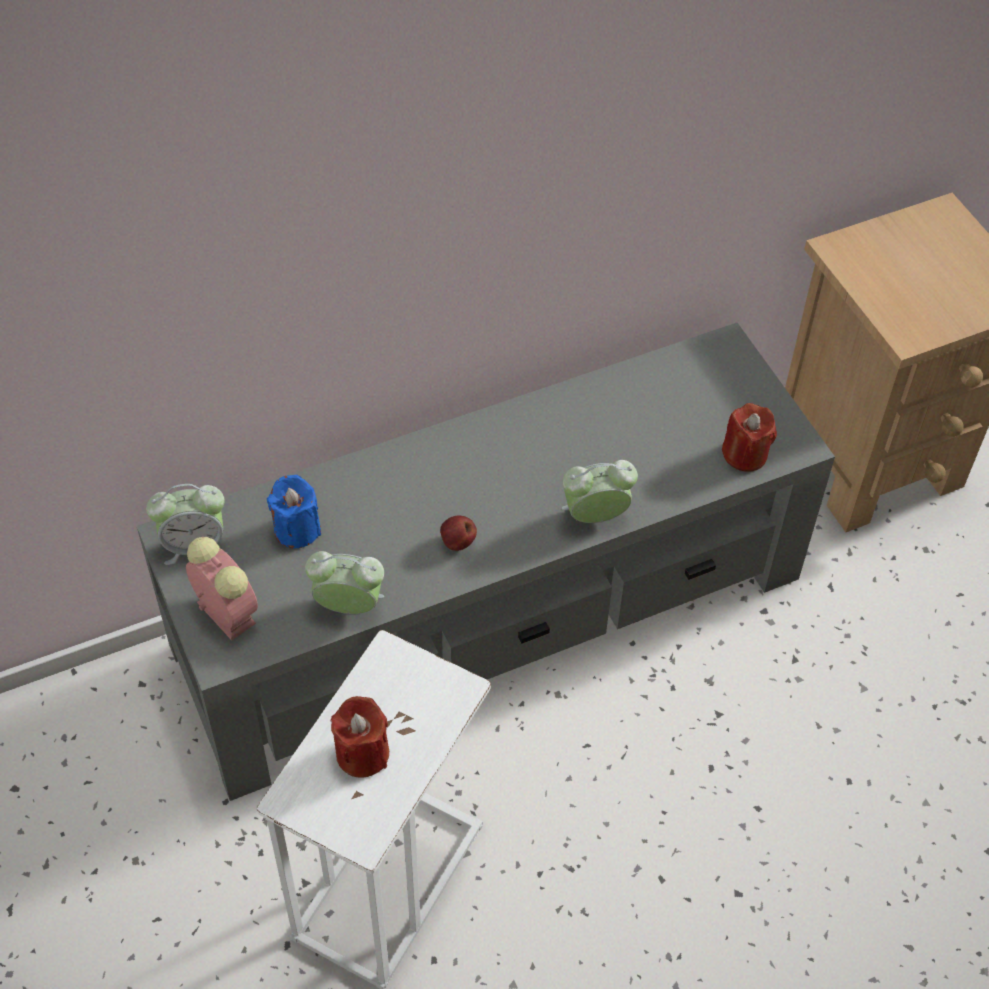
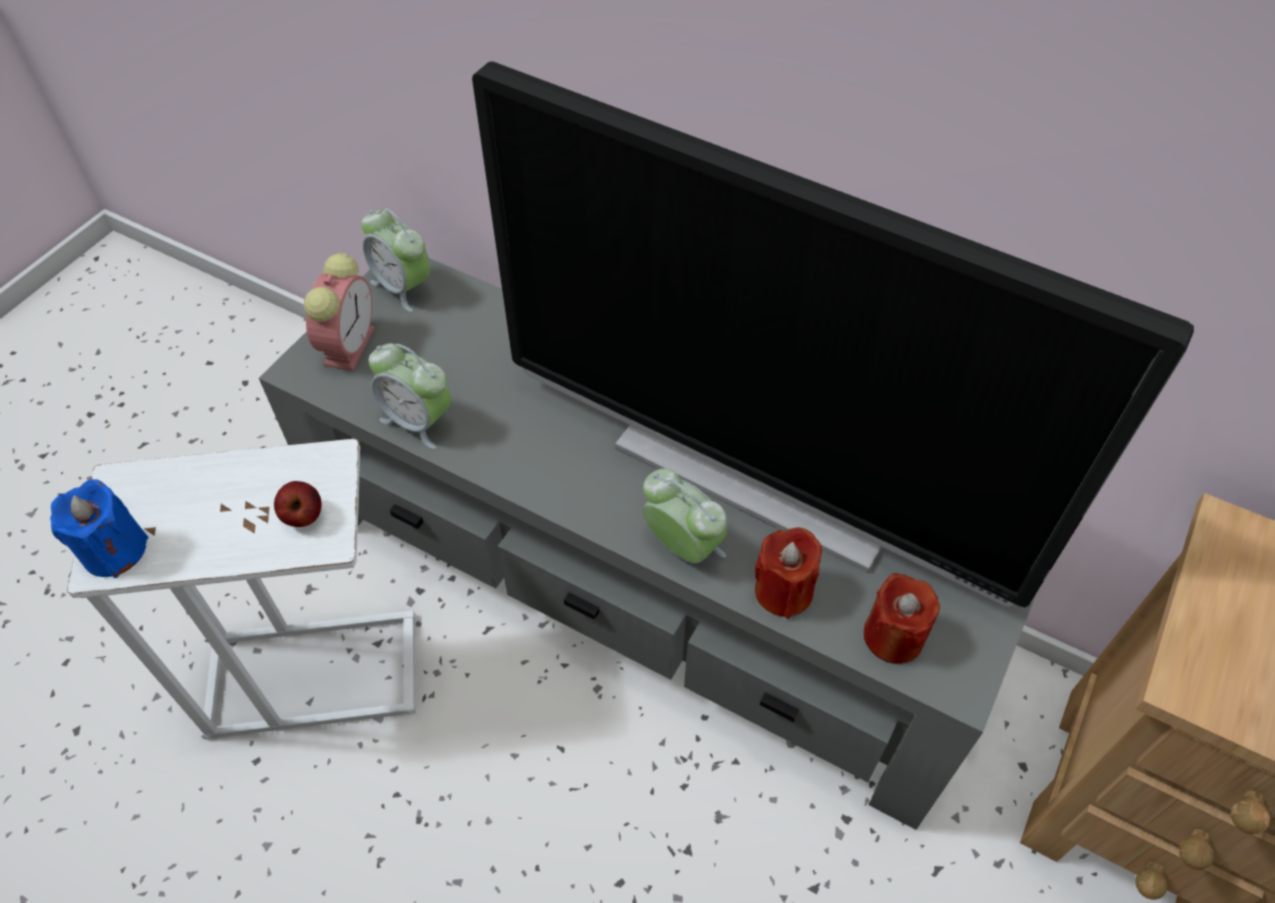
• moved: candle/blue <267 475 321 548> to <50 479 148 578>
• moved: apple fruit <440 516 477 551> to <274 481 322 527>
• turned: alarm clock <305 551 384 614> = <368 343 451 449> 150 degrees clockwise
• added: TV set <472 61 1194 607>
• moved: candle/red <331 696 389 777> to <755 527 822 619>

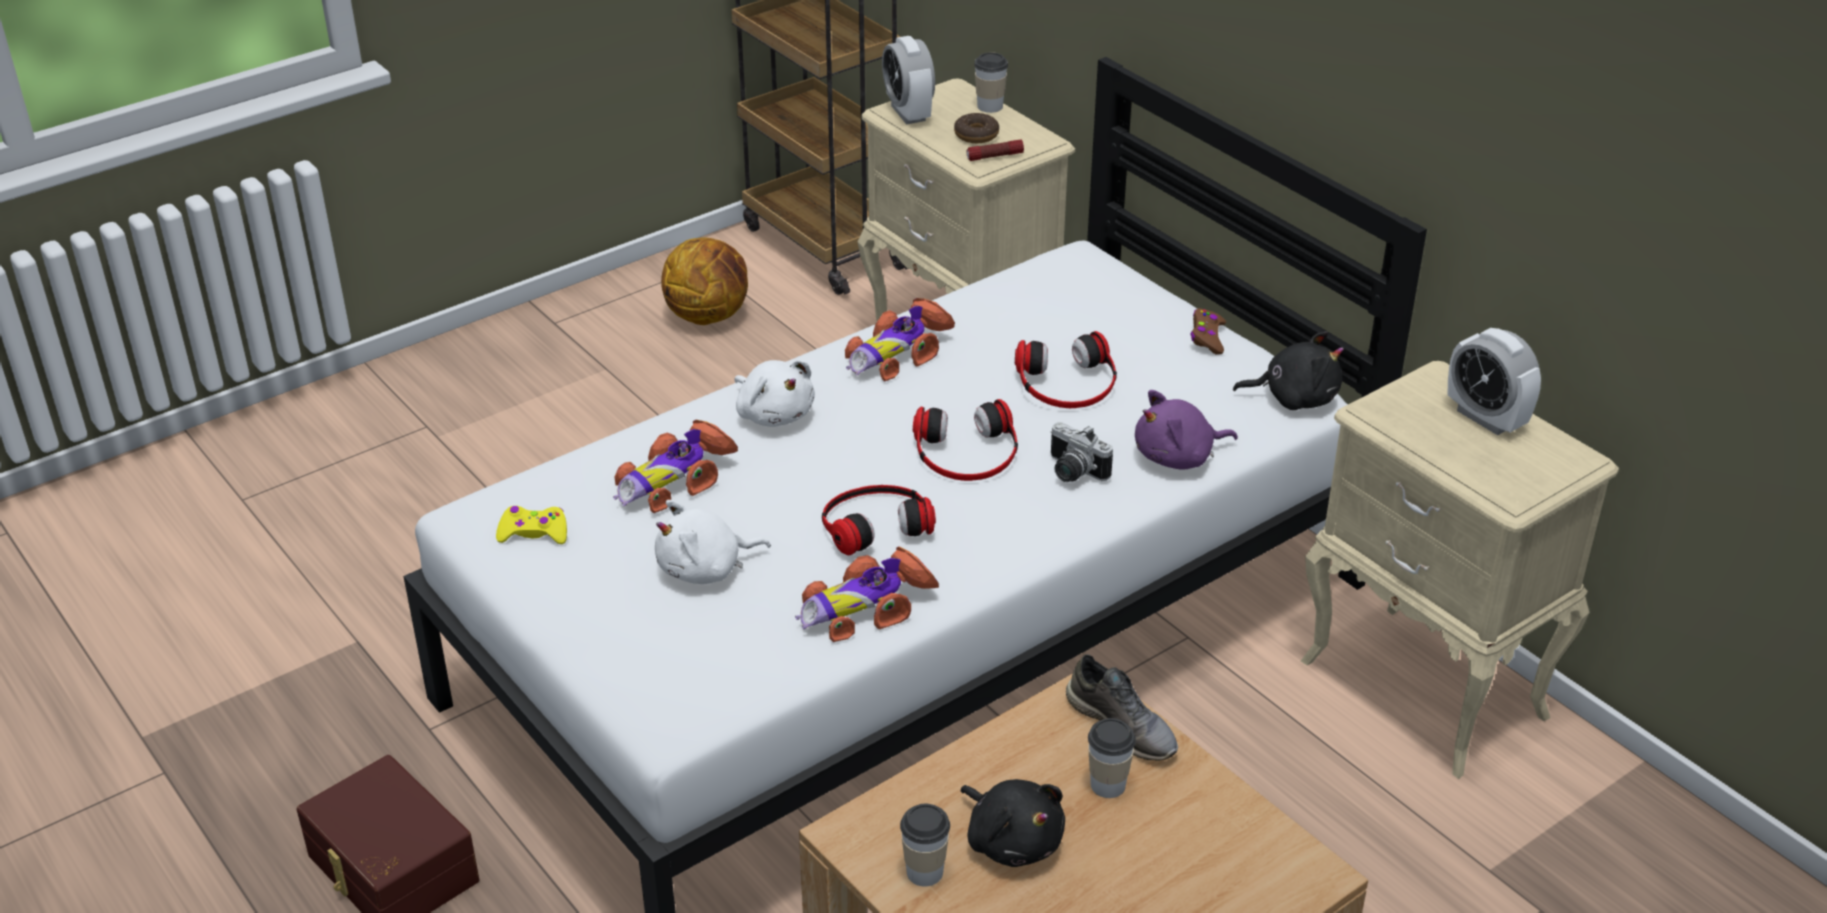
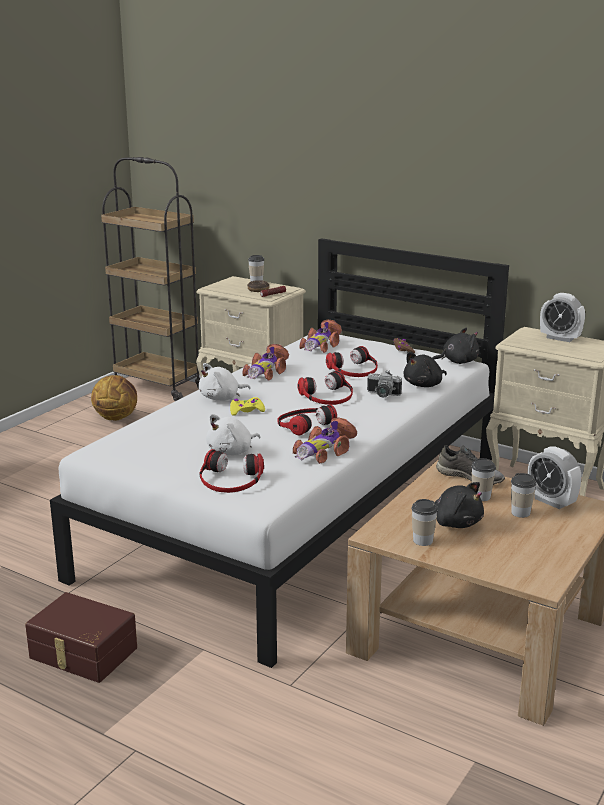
• turned: cuddly toy/white <734 360 815 427> = <199 363 251 401> 120 degrees clockwise
• added: headphones <200 449 264 493>
• moved: game controller/yellow-coloured <496 506 567 544> to <230 397 265 416>
• moved: miniature car <613 420 738 513> to <300 320 342 353>
• recoloured: cuddly toy/purplish <1135 390 1238 469> to cuddly toy/black <404 352 447 387>
• added: drinking cup <511 473 537 518>
• moved: alarm clock <882 36 935 125> to <527 446 581 509>

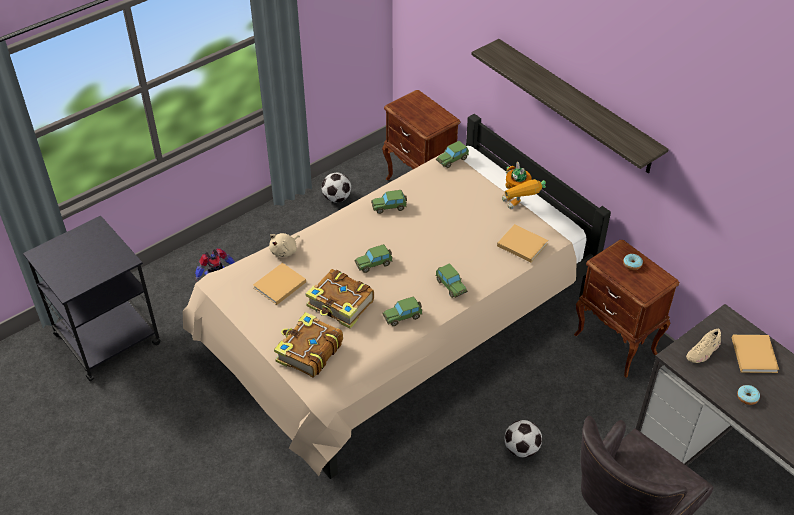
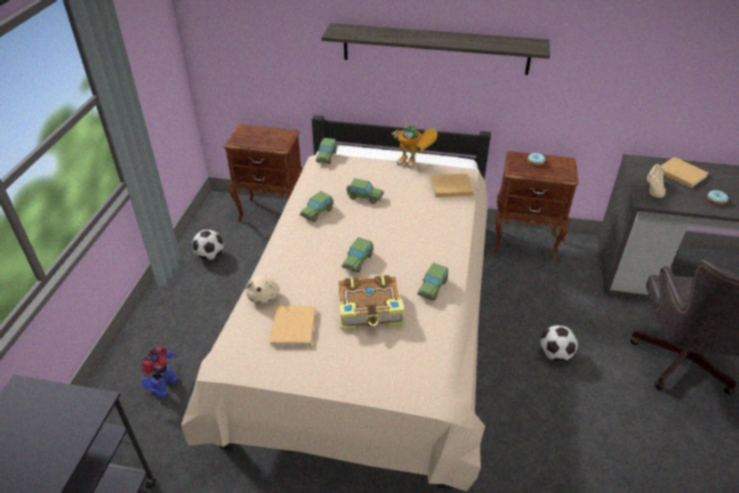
• moved: miniature car <435 263 468 298> to <346 178 384 204>
• removed: bound book <274 312 343 377>

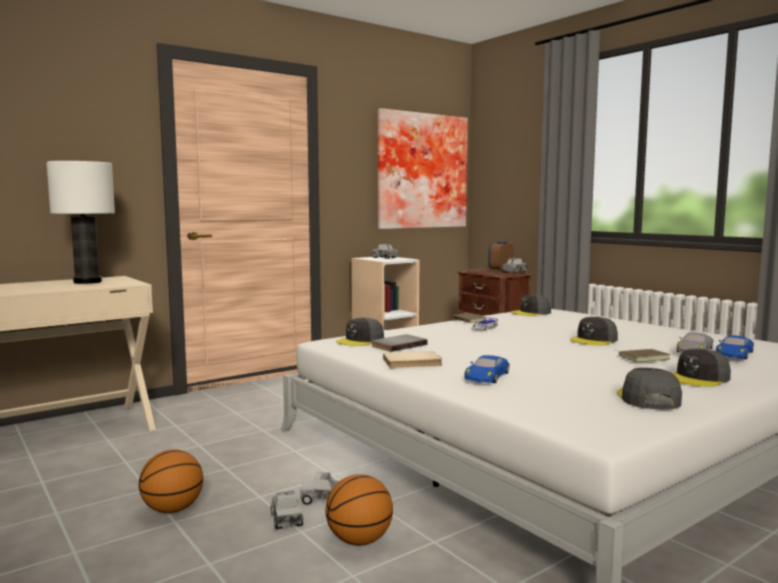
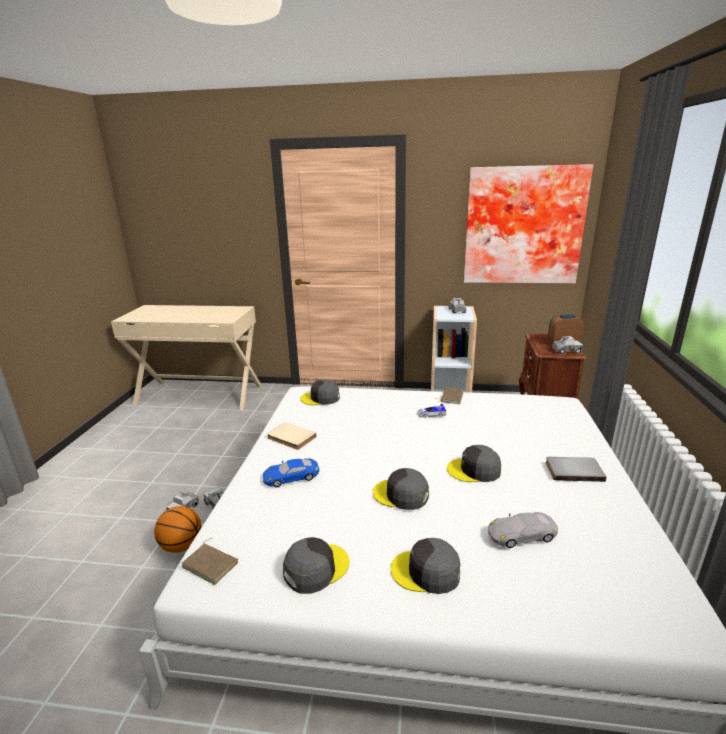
• moved: bound book/brownish <617 349 670 362> to <181 538 238 585>
• moved: baseball cap/grey <511 295 551 316> to <373 468 429 510>
• moved: bound book/grey <371 334 428 352> to <546 457 607 482>
• removed: lamp for a table/white <47 161 115 284>
• removed: basketball <139 449 203 513>
• removed: miniature car/blue <716 335 754 359>

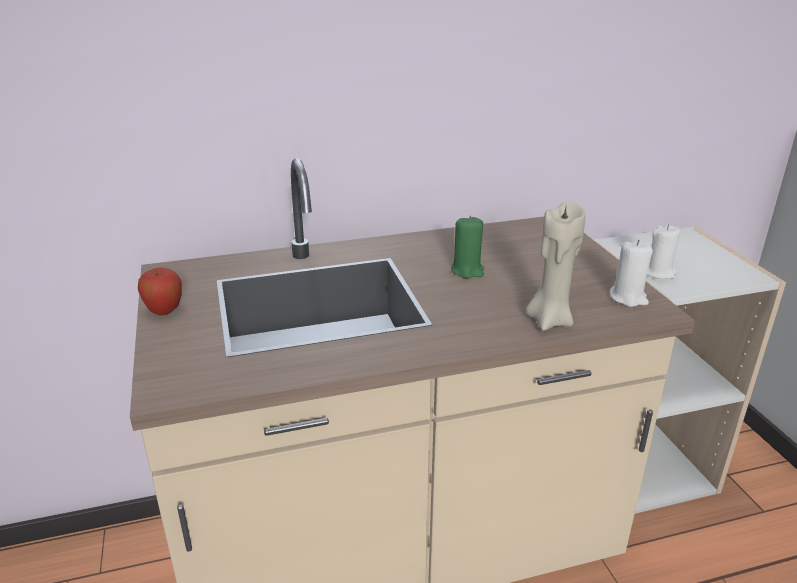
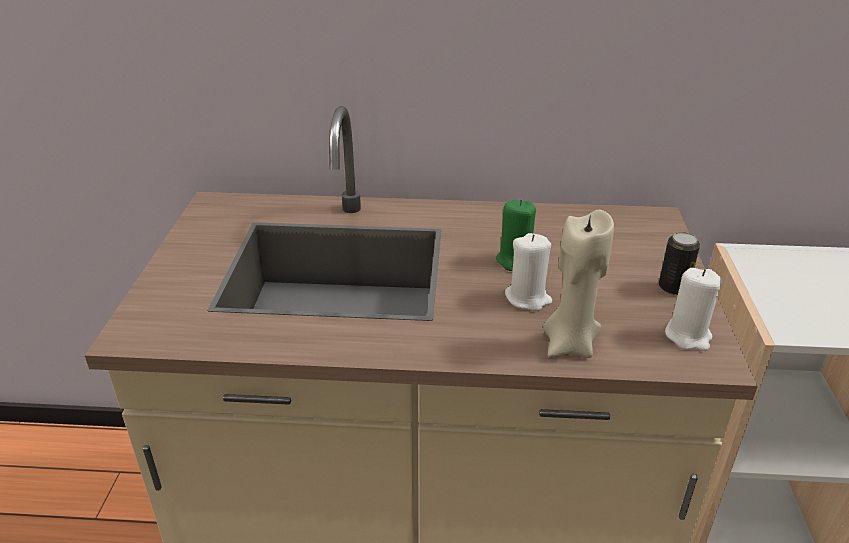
• moved: candle/white <647 225 680 279> to <505 233 552 311>
• added: metal can <659 232 700 295>
• removed: apple fruit <138 268 182 316>

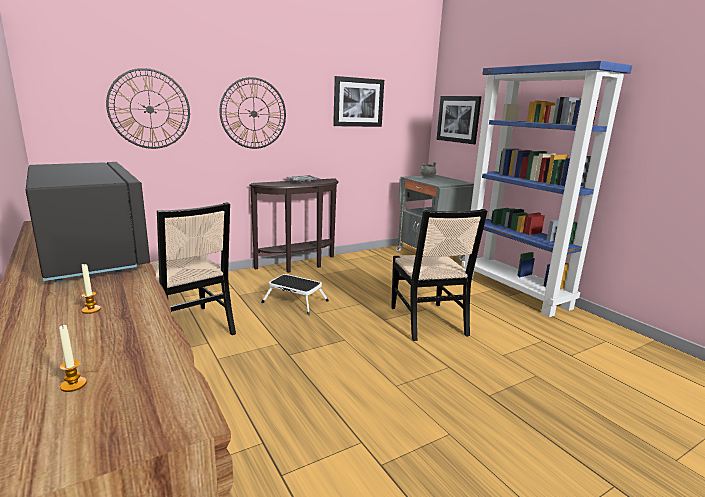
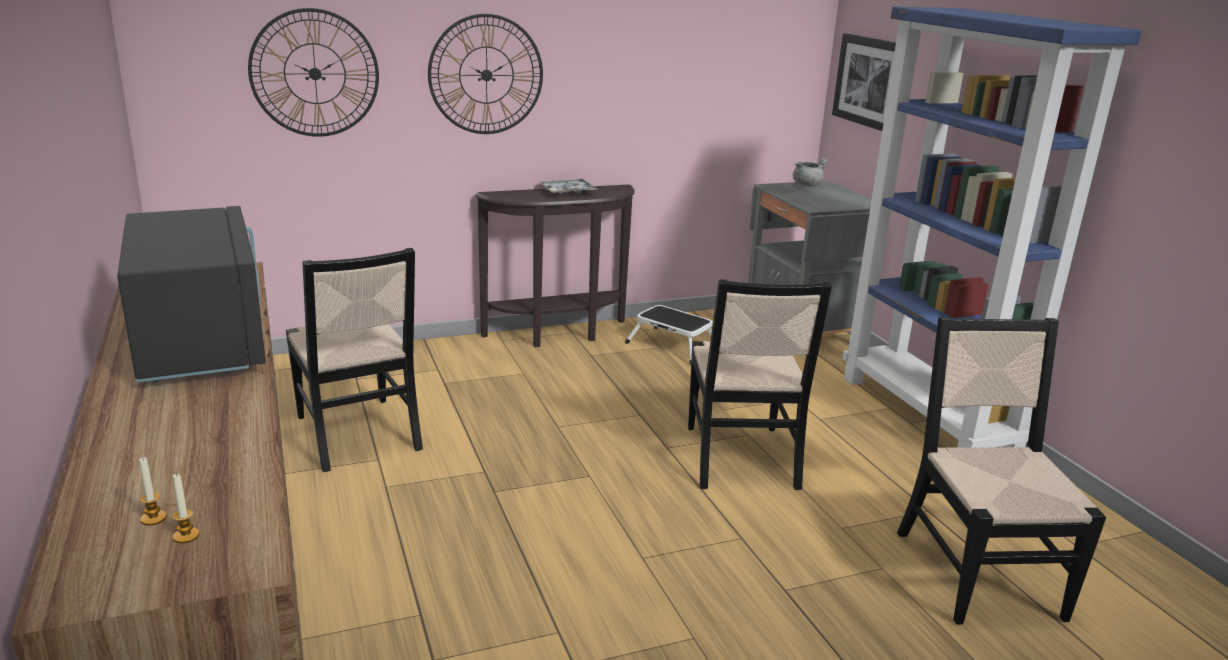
• moved: candle <81 264 101 314> to <173 474 200 543>
• moved: step stool/black <261 274 329 316> to <625 305 713 365>
• added: upright chair <897 317 1106 625>
• removed: wall art <333 76 384 127>

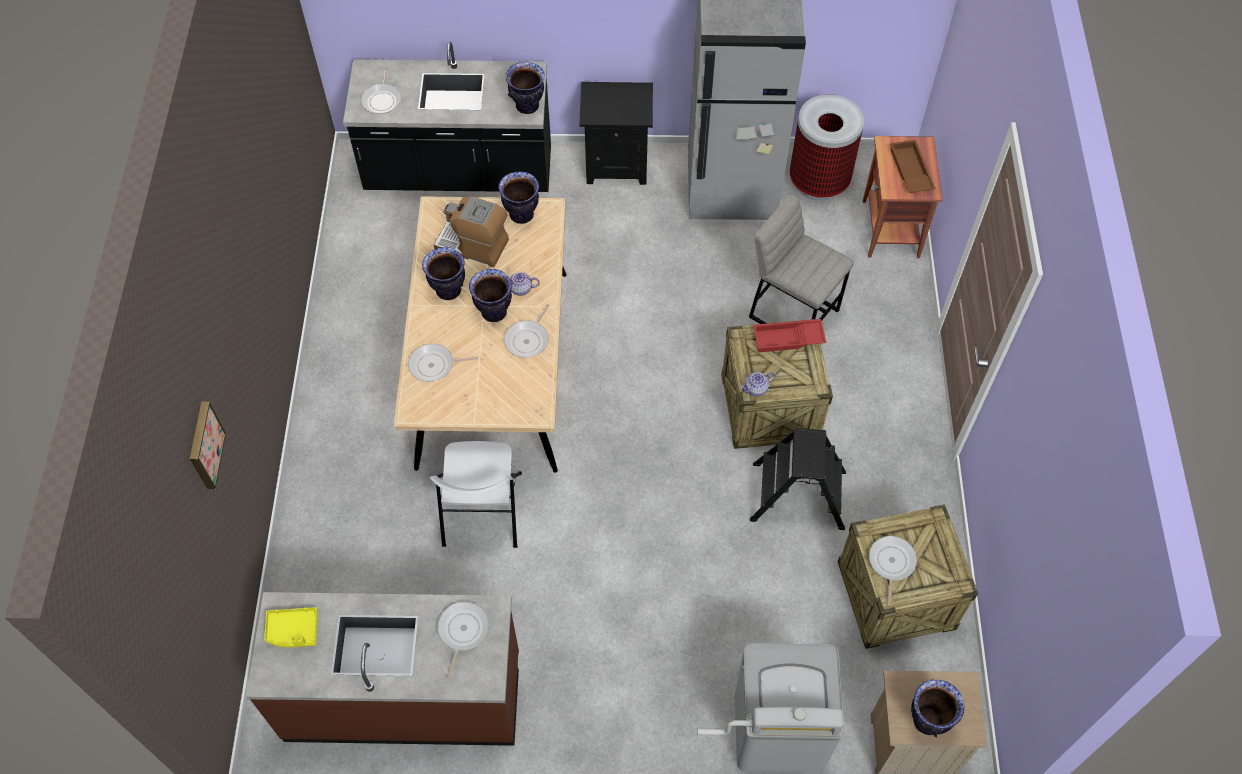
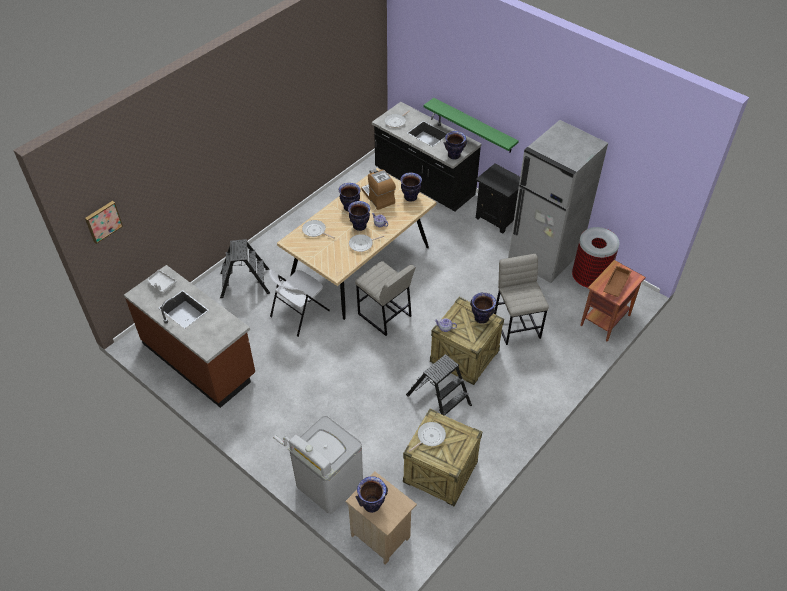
• moved: wall art <190 402 226 489> to <85 201 123 244>
• recoloured: carrying tray/yellow-coloured <264 607 318 647> to carrying tray/grey <148 270 177 294>
• added: step stool/black <220 239 270 298>
• added: upright chair/grey <355 261 416 336>
• added: bracket shelf/green <423 98 519 153>
• replaced: carrying tray/red <753 319 826 353> to vase <470 292 496 324>
• removed: frying pan <438 602 489 679>

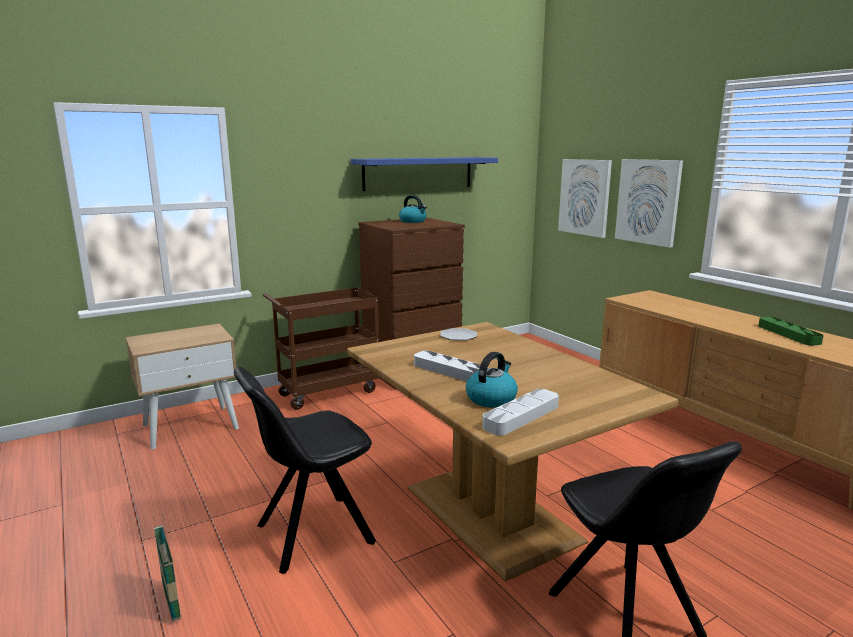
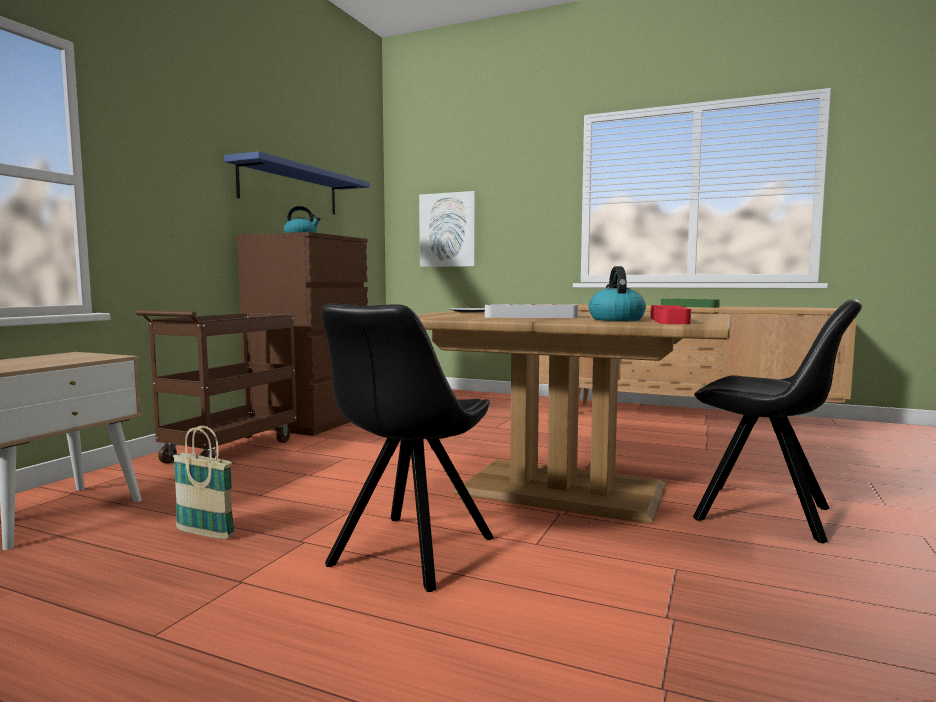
• moved: household basket <154 513 181 622> to <173 426 235 539>
• recoloured: carrying tray/grey <482 389 559 436> to carrying tray/red <650 305 691 324>
• removed: wall art <615 159 683 248>

